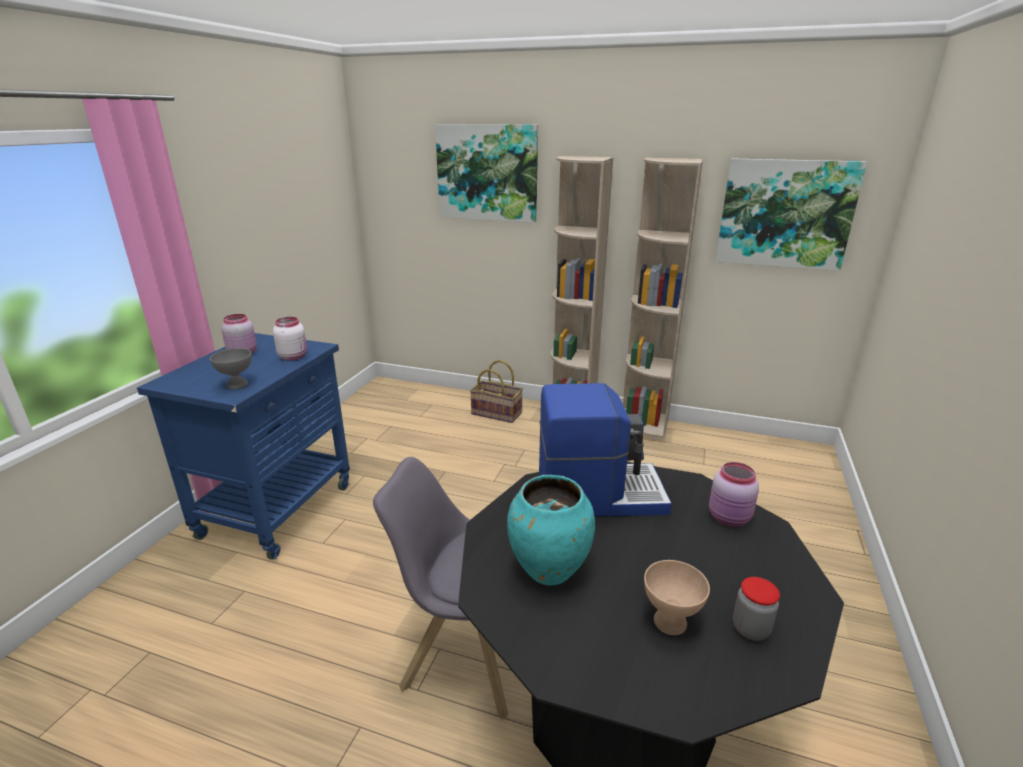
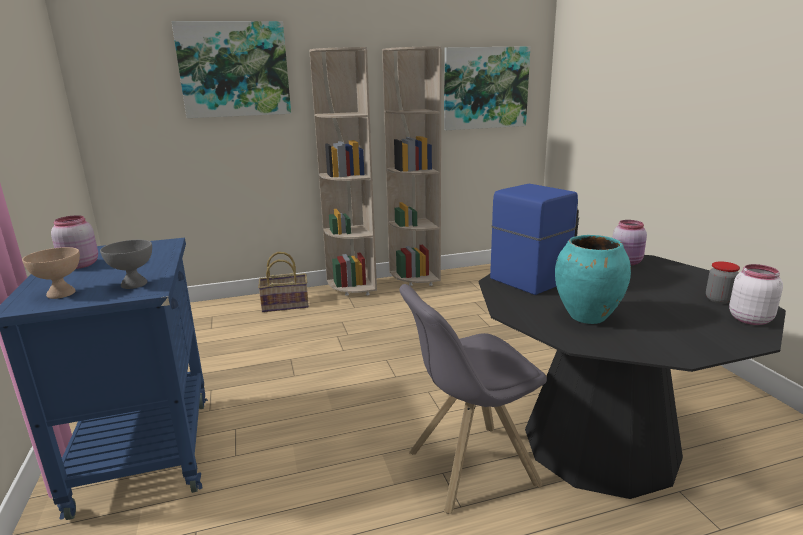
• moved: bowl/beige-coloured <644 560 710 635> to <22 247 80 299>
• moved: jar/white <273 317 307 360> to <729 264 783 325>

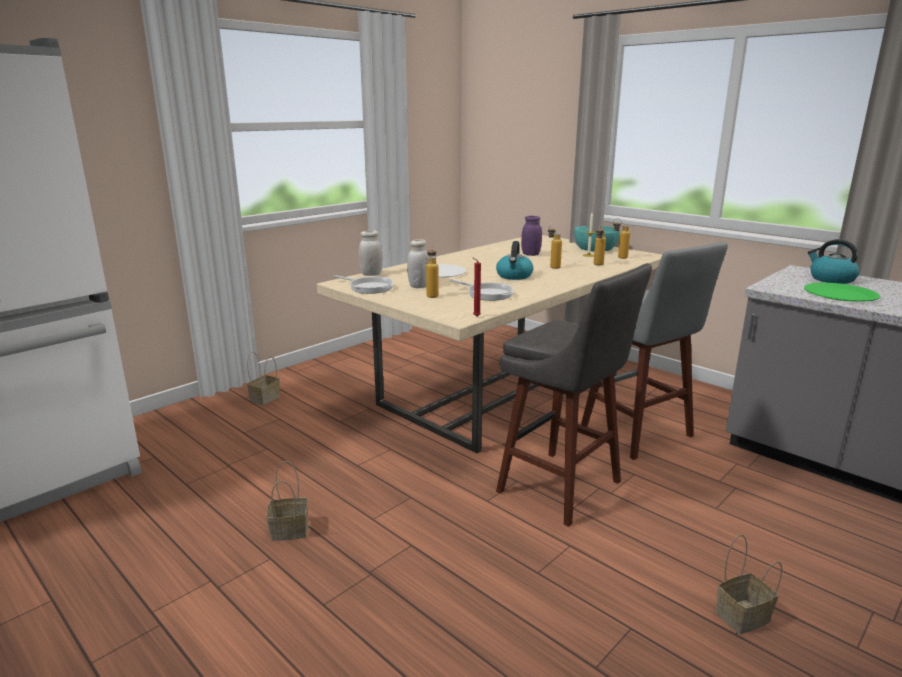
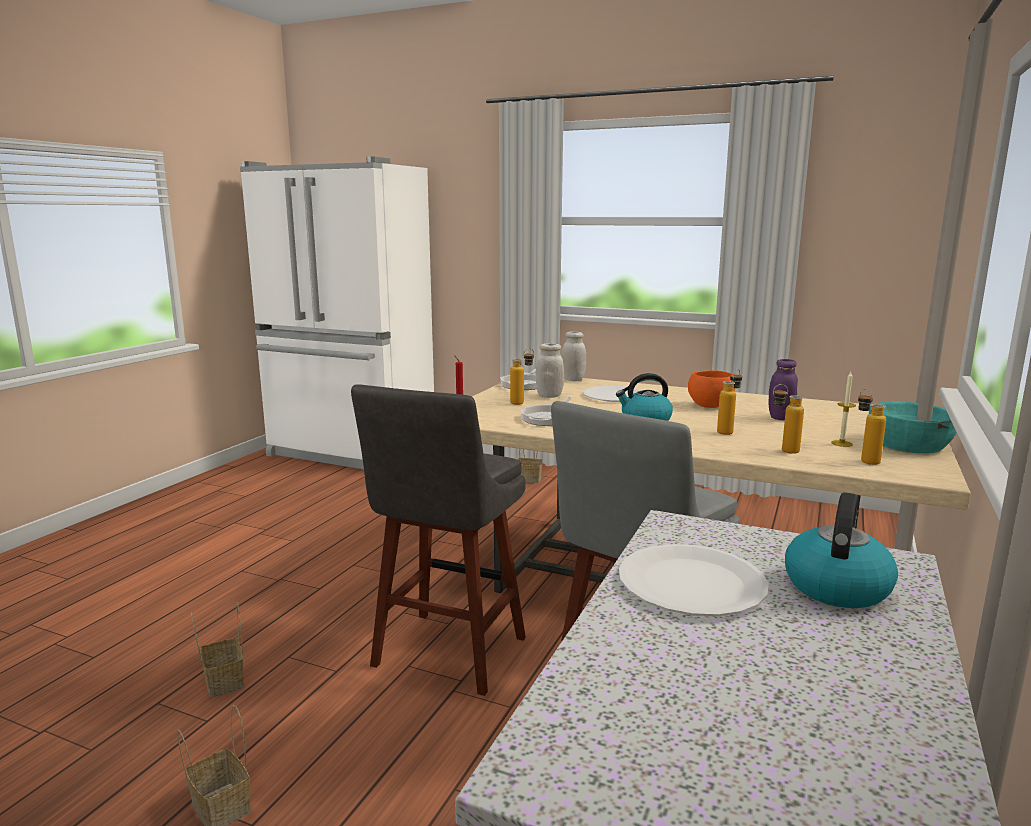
• moved: household basket <266 461 308 541> to <191 602 244 697>
• recoloured: dinner plate/green <804 282 880 302> to dinner plate/white <619 544 769 616>
• added: bowl/orangey <688 370 735 408>

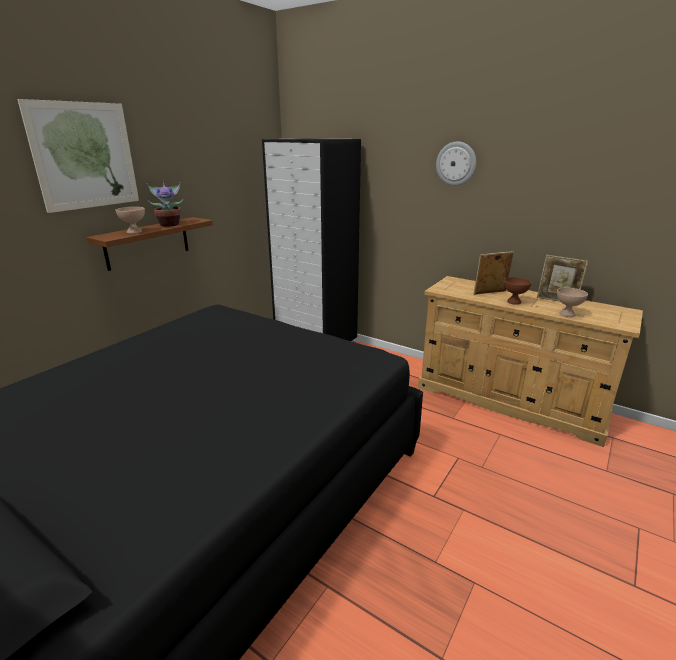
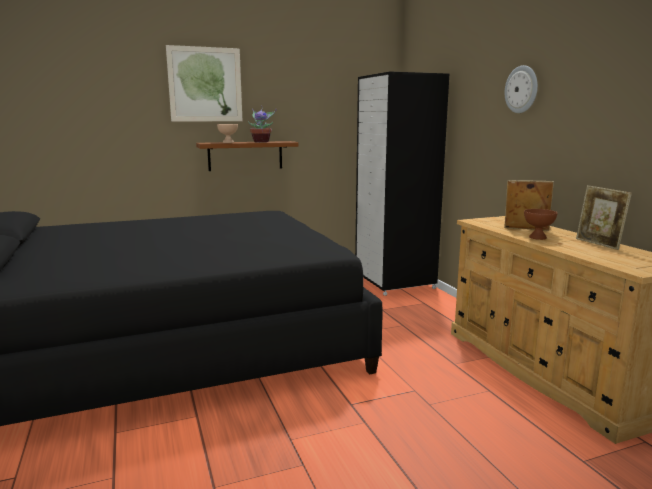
• removed: bowl/beige-coloured <557 287 588 317>

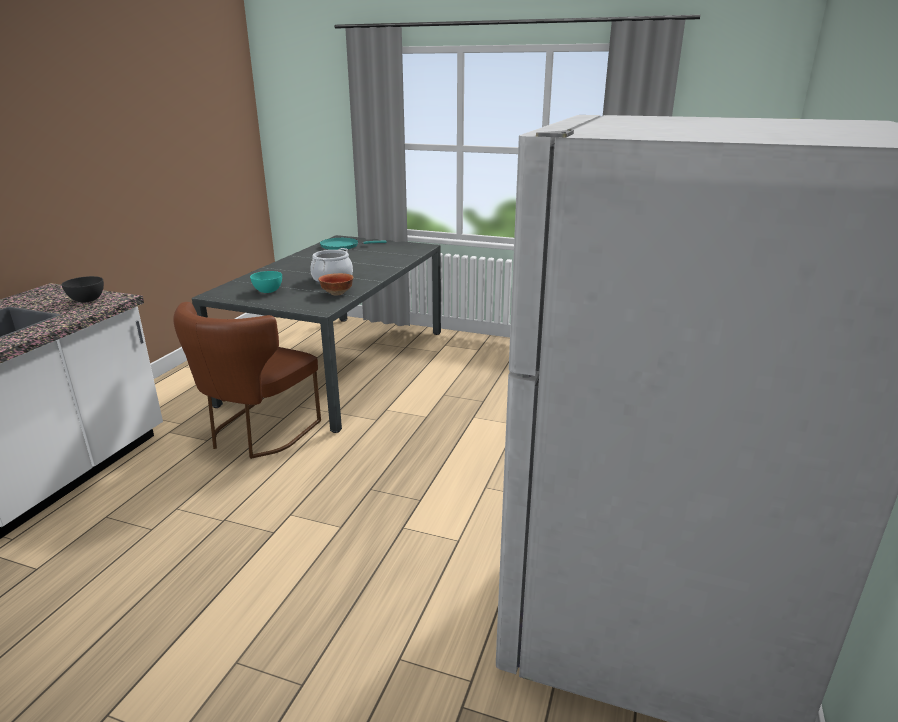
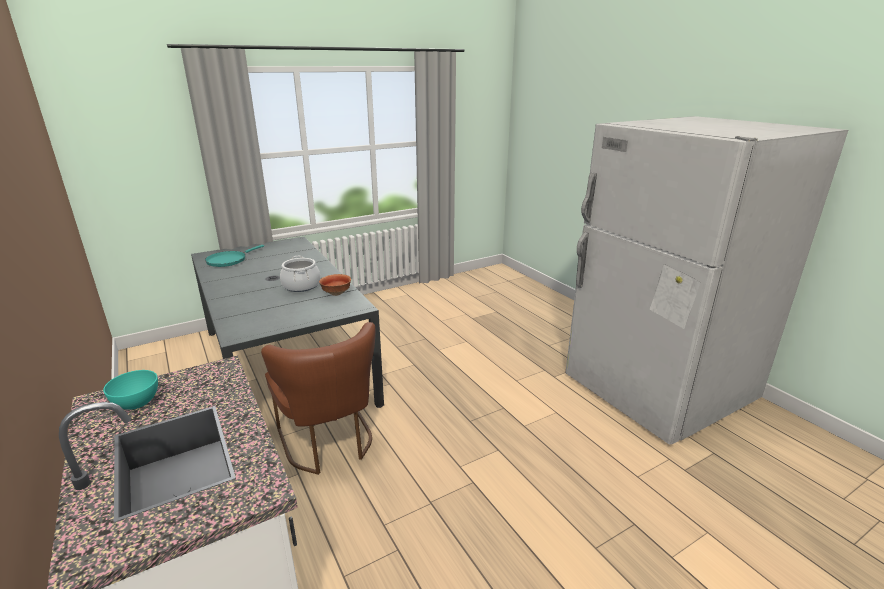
• moved: bowl/turquoise <250 271 282 293> to <103 370 158 410>
• removed: bowl/grey <62 276 104 303>

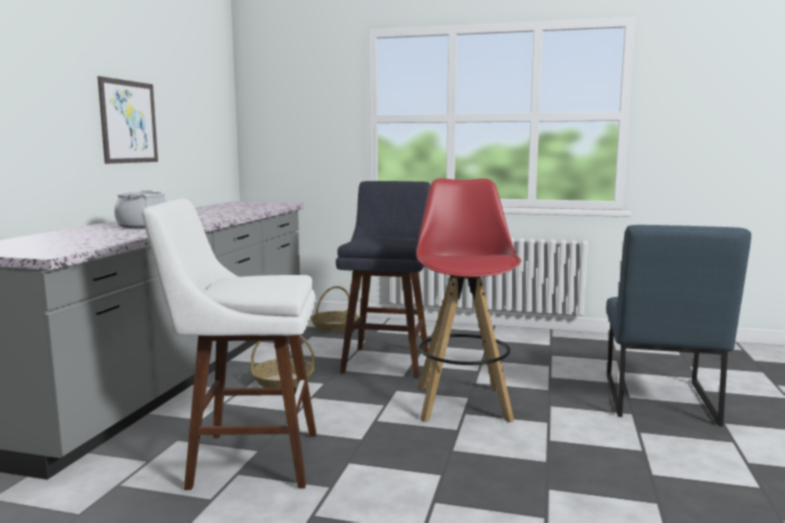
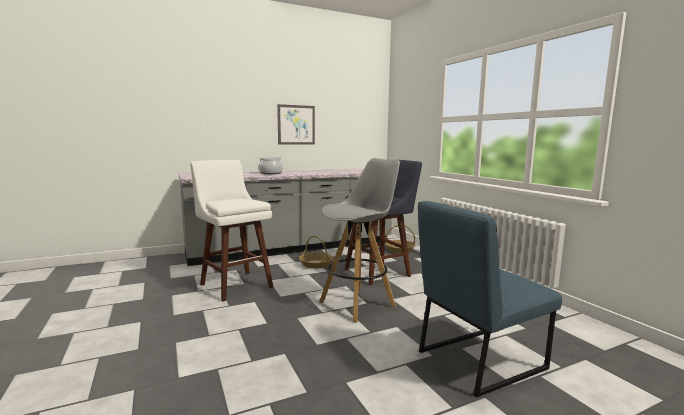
• recoloured: sitting stool/red <416 178 521 422> to sitting stool/grey <319 158 400 322>

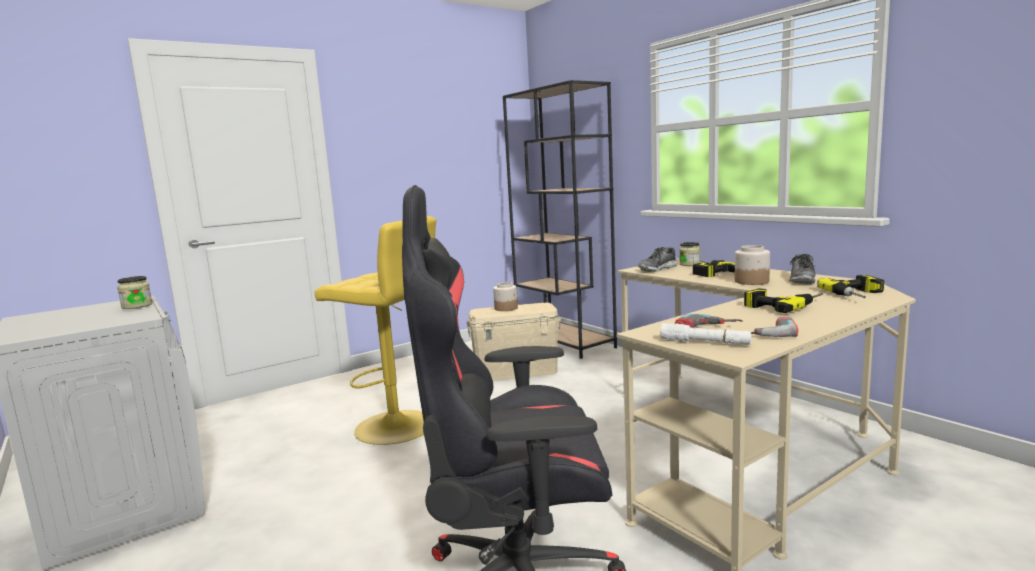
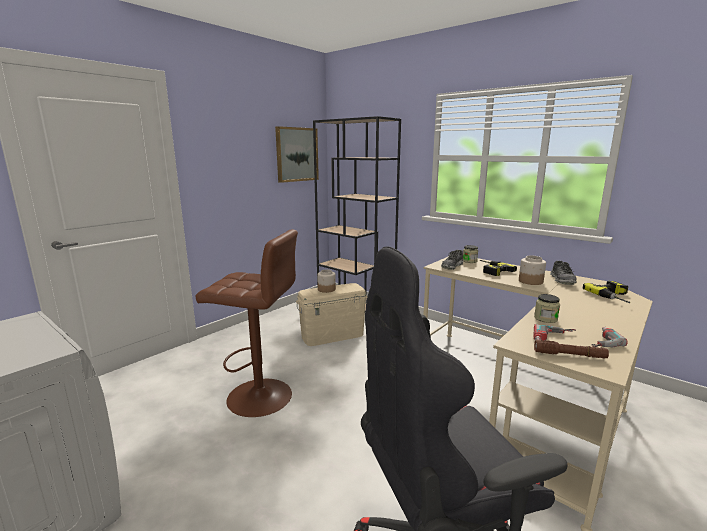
• recoloured: sitting stool/yellow-coloured <314 216 436 445> to sitting stool/brownish <195 229 298 417>
• added: wall art <275 126 319 183>
• moved: jar <117 276 152 309> to <534 294 560 323>
• recoloured: flashlight/white <660 323 752 345> to flashlight/brownish <534 340 609 358>
• removed: electric drill <744 288 823 313>

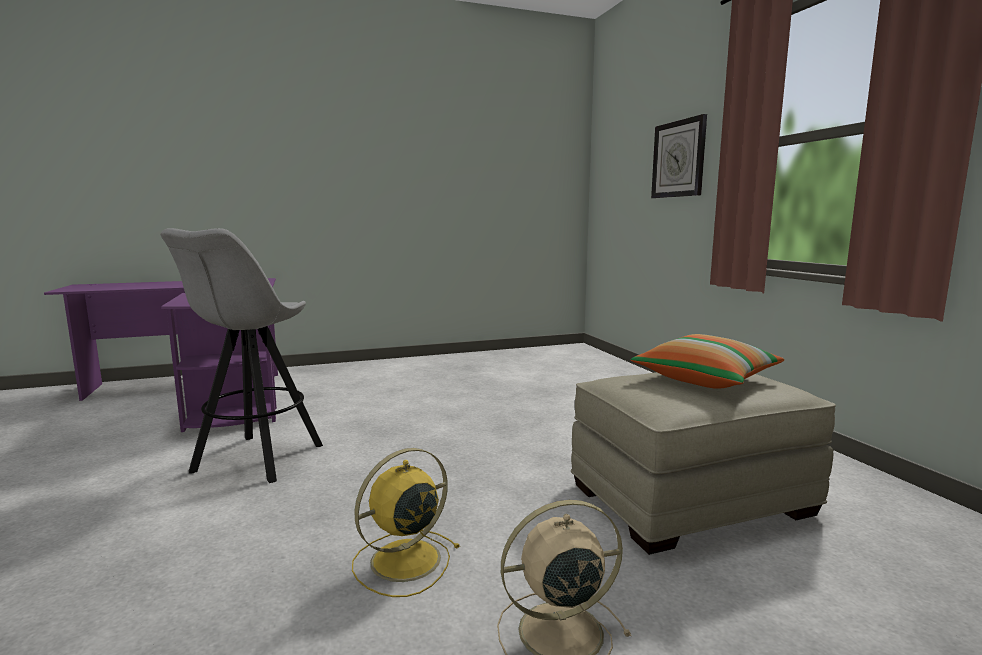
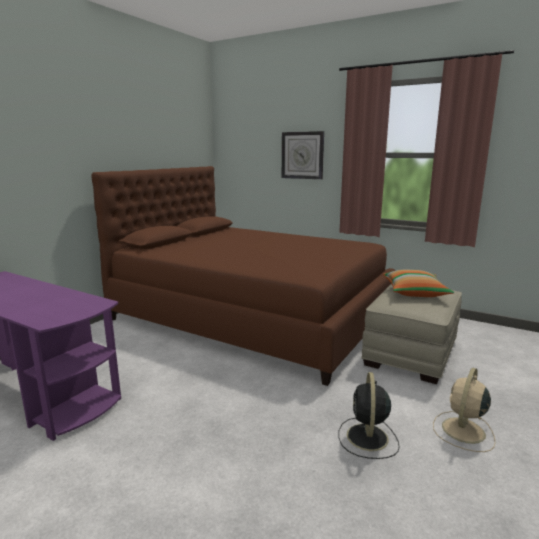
• added: bed/brownish <91 166 396 386>
• recoloured: fan/yellow-coloured <352 448 460 597> to fan/black <338 372 400 459>
• removed: sitting stool/grey <160 228 323 483>

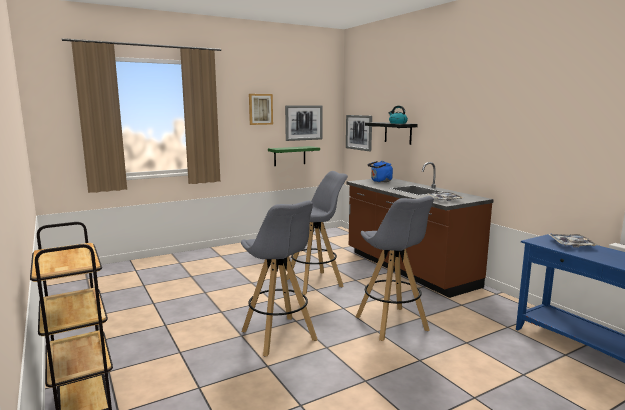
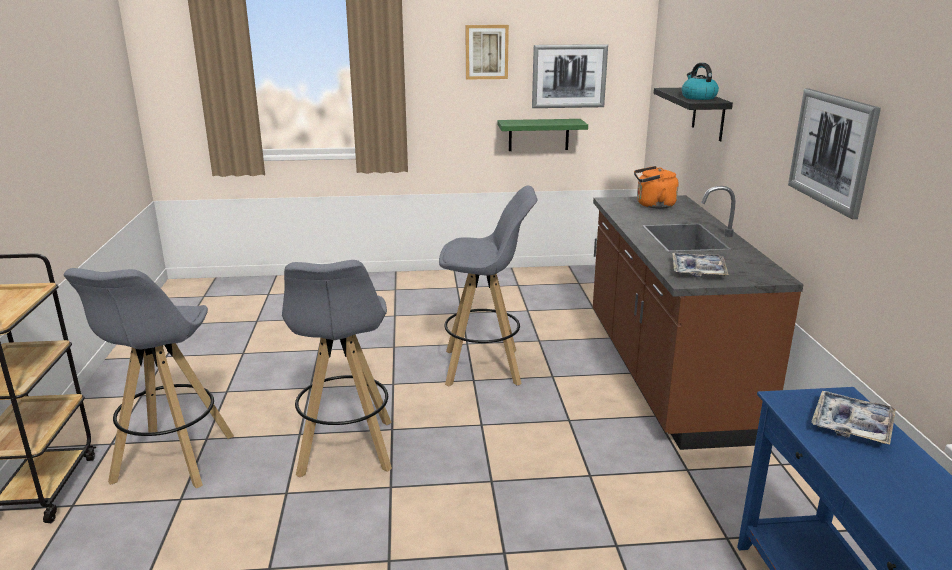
• moved: sitting stool/grey <356 196 434 341> to <63 268 234 488>
• recoloured: kettle/blue <368 161 393 182> to kettle/orangey <634 166 679 209>
• moved: wall art <346 115 372 151> to <788 89 881 219>

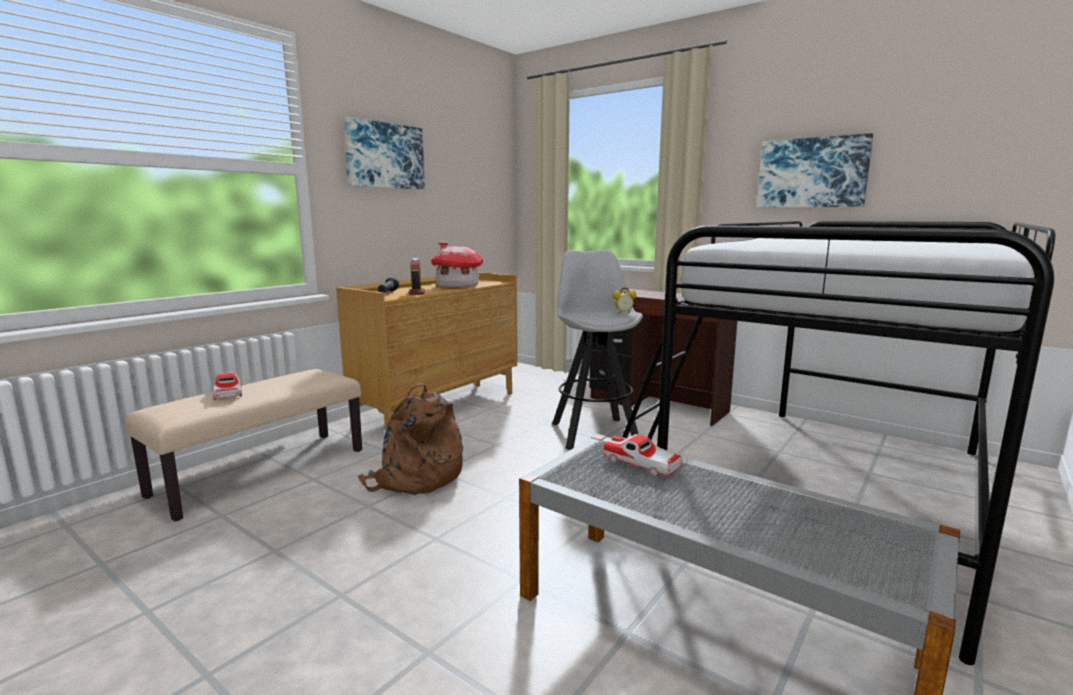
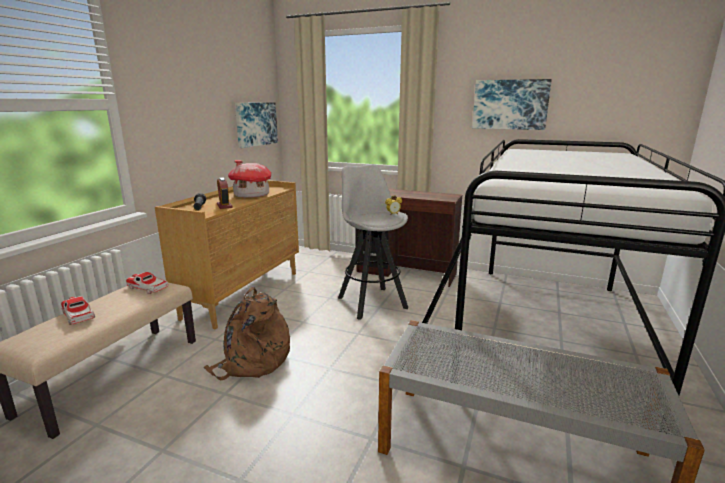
• moved: miniature car <603 434 683 477> to <126 272 168 294>
• moved: wall art <343 117 425 189> to <235 103 278 148>

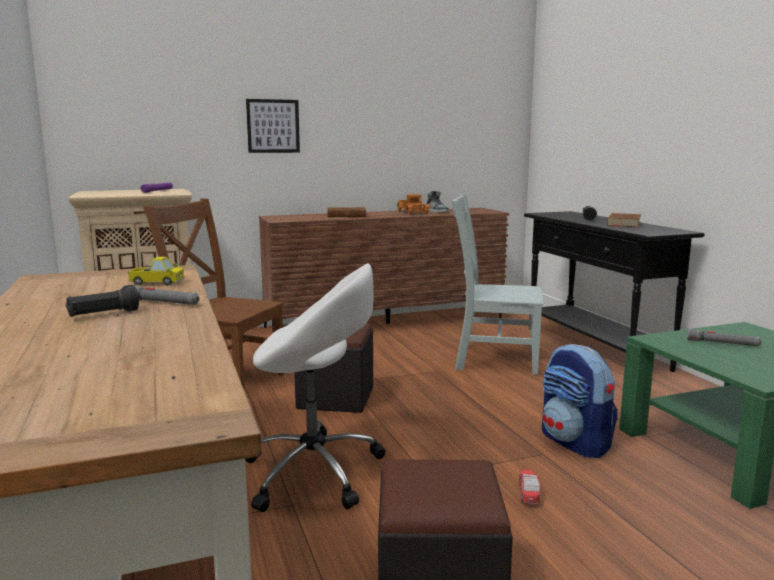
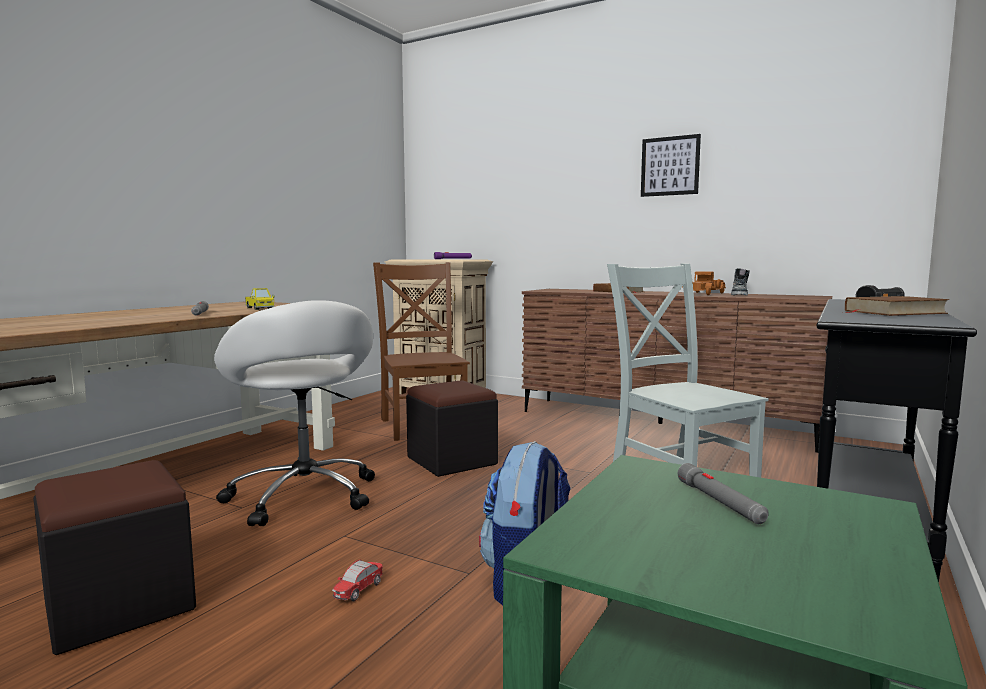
• turned: miniature car <518 470 540 504> = <332 559 383 601> 150 degrees clockwise
• moved: wall art <246 99 300 153> to <641 134 701 197>
• removed: flashlight/black <66 285 139 317>

